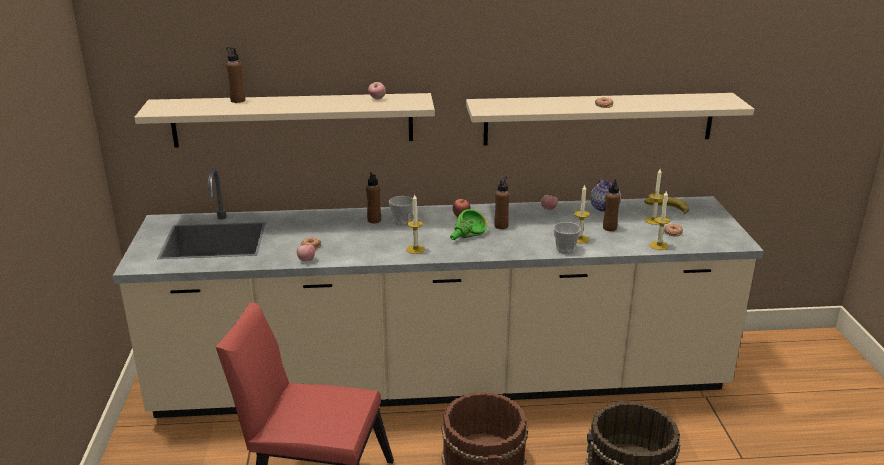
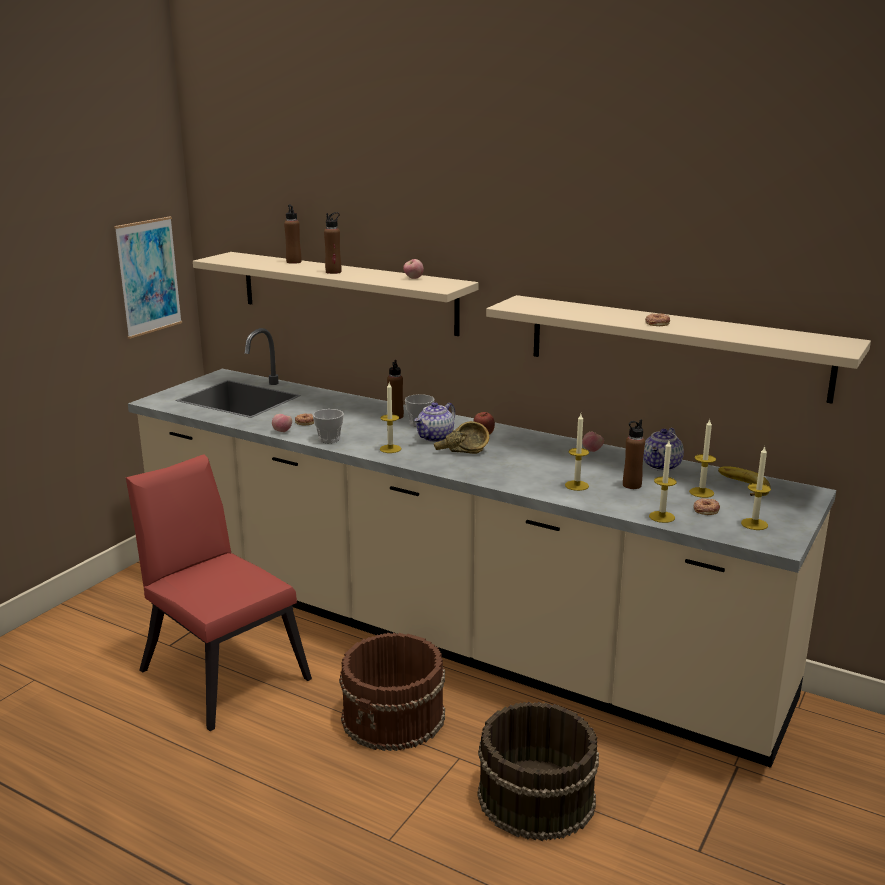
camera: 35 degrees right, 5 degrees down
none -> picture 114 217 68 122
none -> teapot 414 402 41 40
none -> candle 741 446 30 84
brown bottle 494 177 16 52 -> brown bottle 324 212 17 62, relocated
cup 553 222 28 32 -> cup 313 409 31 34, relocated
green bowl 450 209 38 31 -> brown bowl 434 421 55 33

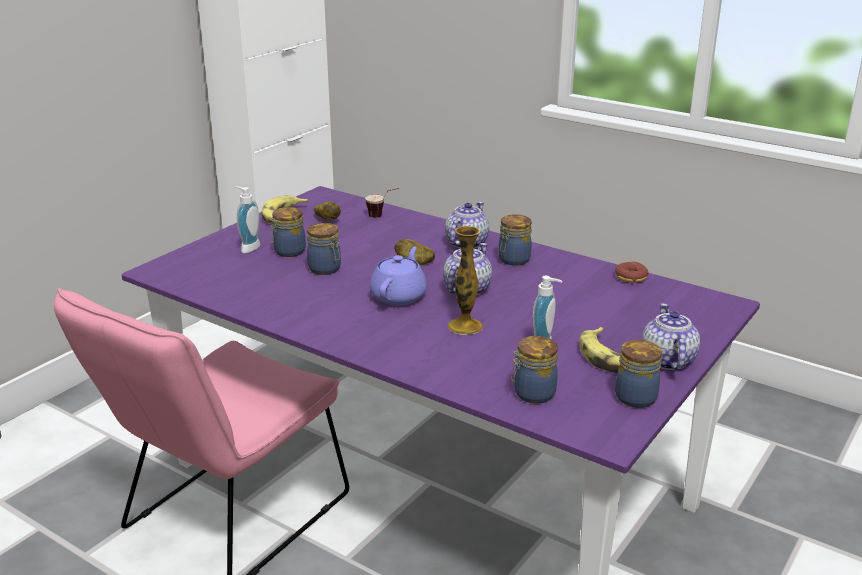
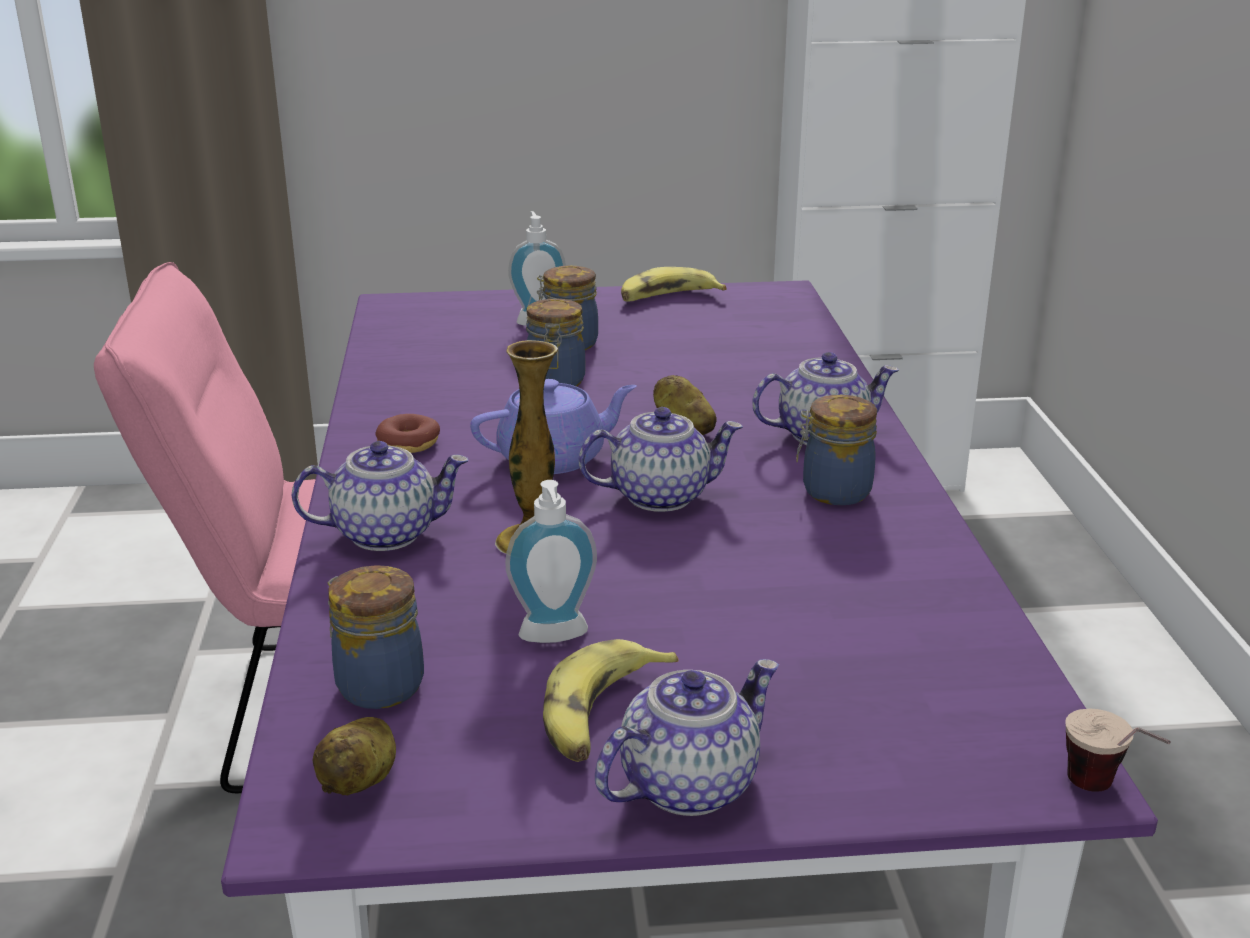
camera: 50 degrees right, 0 degrees up
jar 615 340 47 68 -> none
none -> teapot 292 441 176 110
potato 314 202 27 18 -> potato 313 717 83 79, relocated
cup 365 188 34 30 -> cup 1065 708 106 84, relocated
donut 615 262 34 21 -> donut 376 414 64 39, relocated

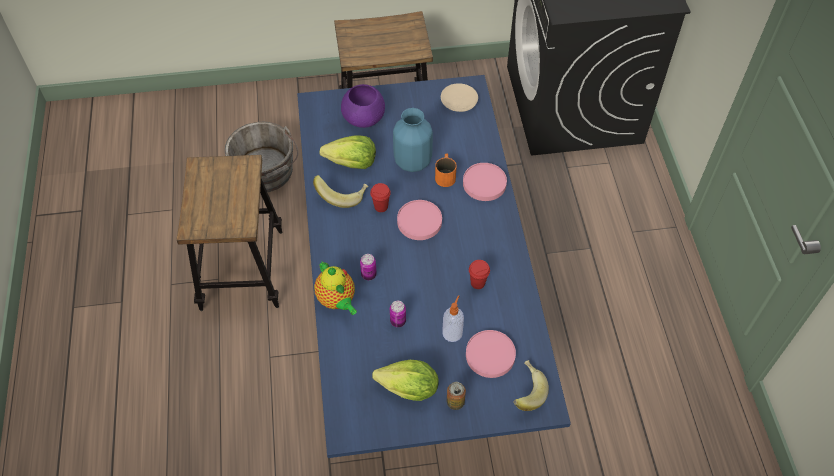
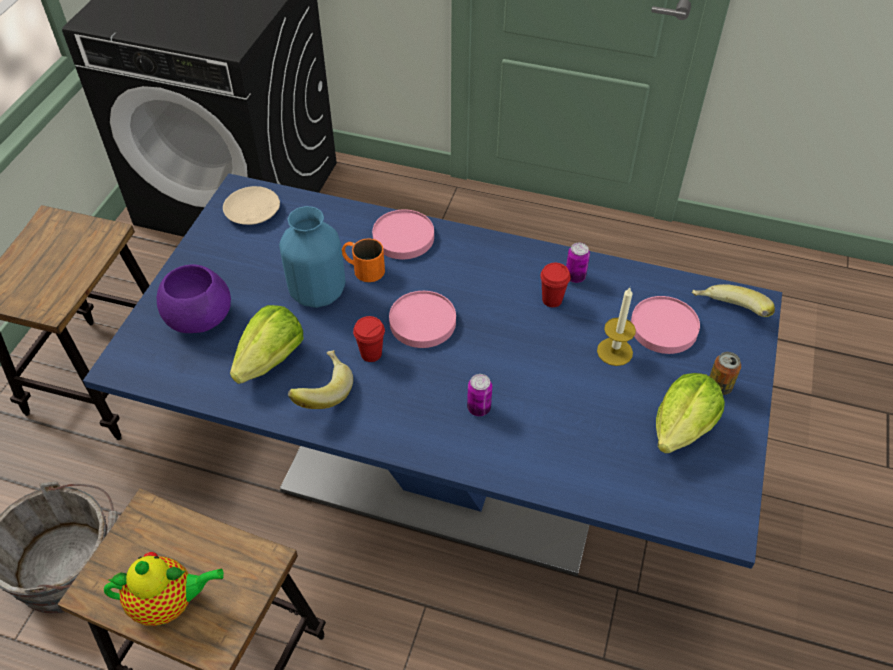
camera: 65 degrees left, 5 degrees down
teapot 314 261 43 54 -> teapot 104 552 120 74, relocated
can 390 301 16 26 -> can 566 243 24 40, relocated
soap dispenser 442 295 22 47 -> candle 597 288 39 78

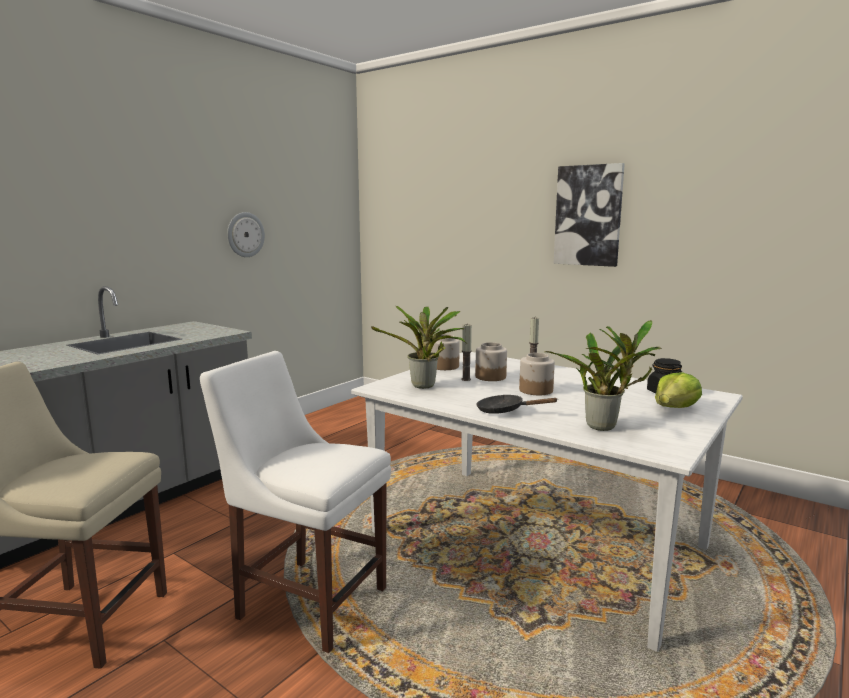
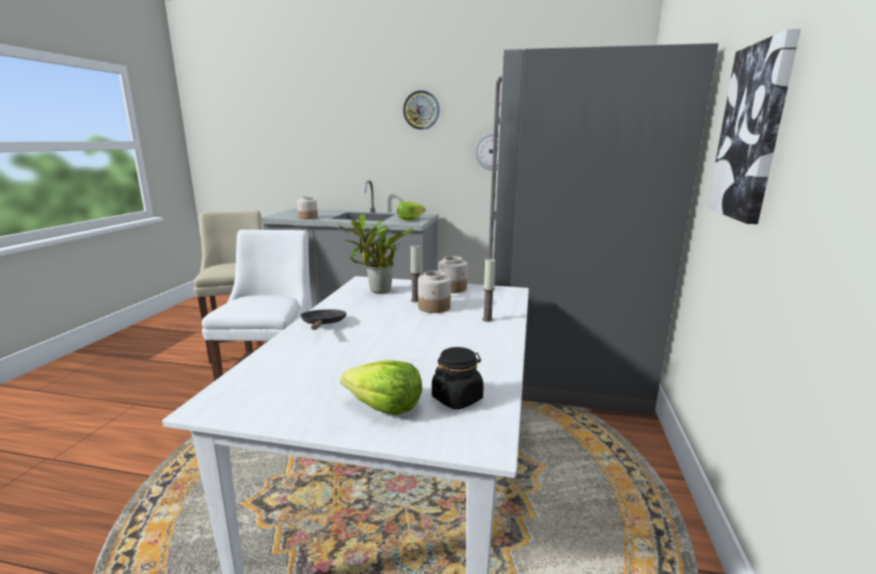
camera: 65 degrees right, 5 degrees up
potted plant 544 320 118 111 -> none
none -> lettuce 397 202 29 18
none -> wall clock 403 90 36 40
none -> grey fridge 488 43 230 372
jar 519 353 36 42 -> jar 297 197 21 22, relocated

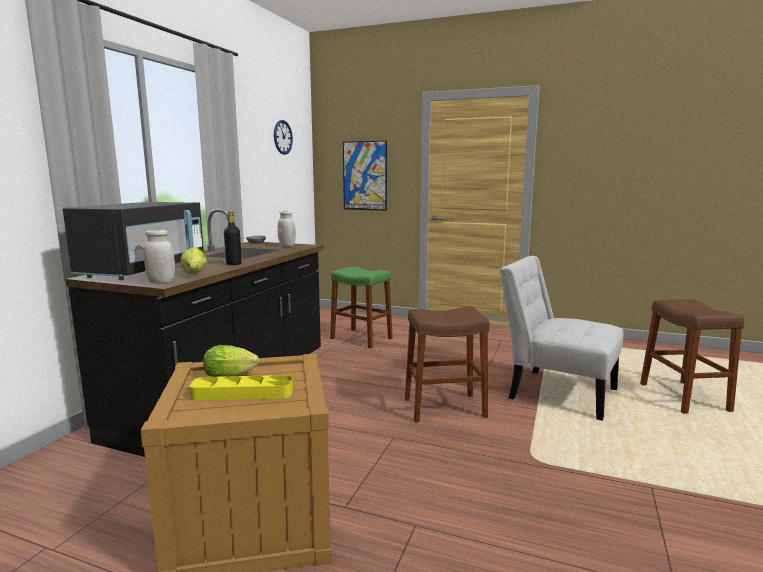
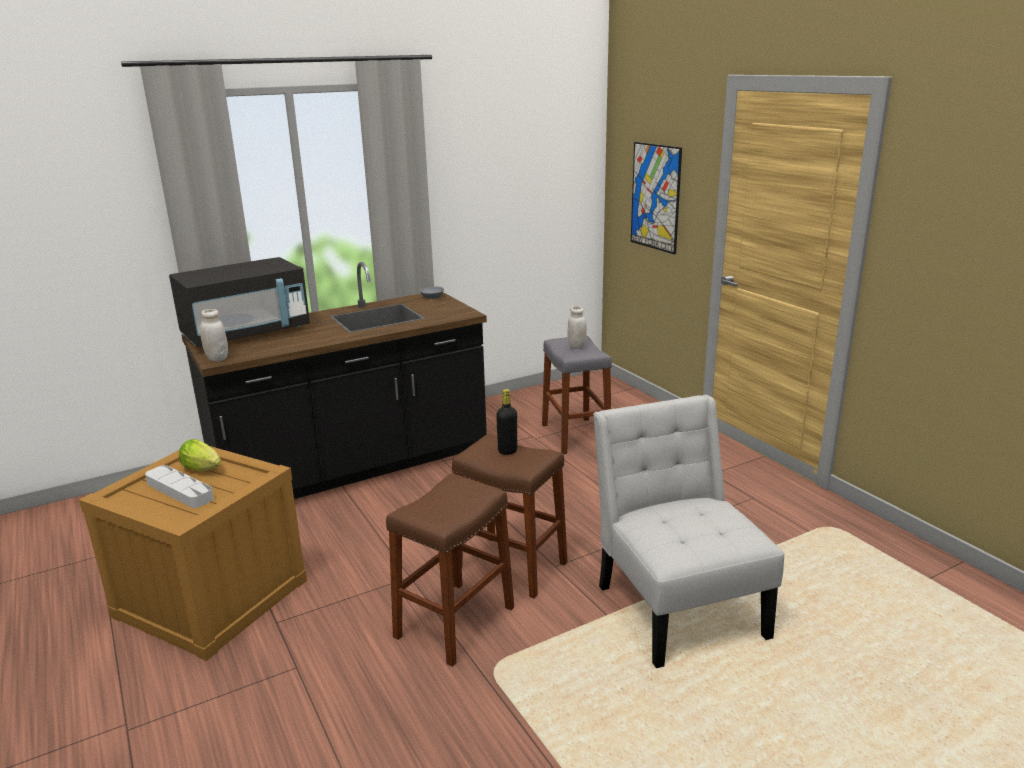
camera: 40 degrees right, 10 degrees up
lettuce 181 247 26 27 -> none
wall clock 274 120 19 35 -> none
black bottle 224 211 18 54 -> black bottle 496 389 21 66, relocated
white jar 278 211 18 36 -> white jar 567 306 20 43, relocated
brown stool 640 299 105 115 -> brown stool 386 473 128 194, relocated
yellow tray 190 375 103 25 -> grey tray 145 465 69 43
green stool 330 266 63 82 -> grey stool 542 336 70 118

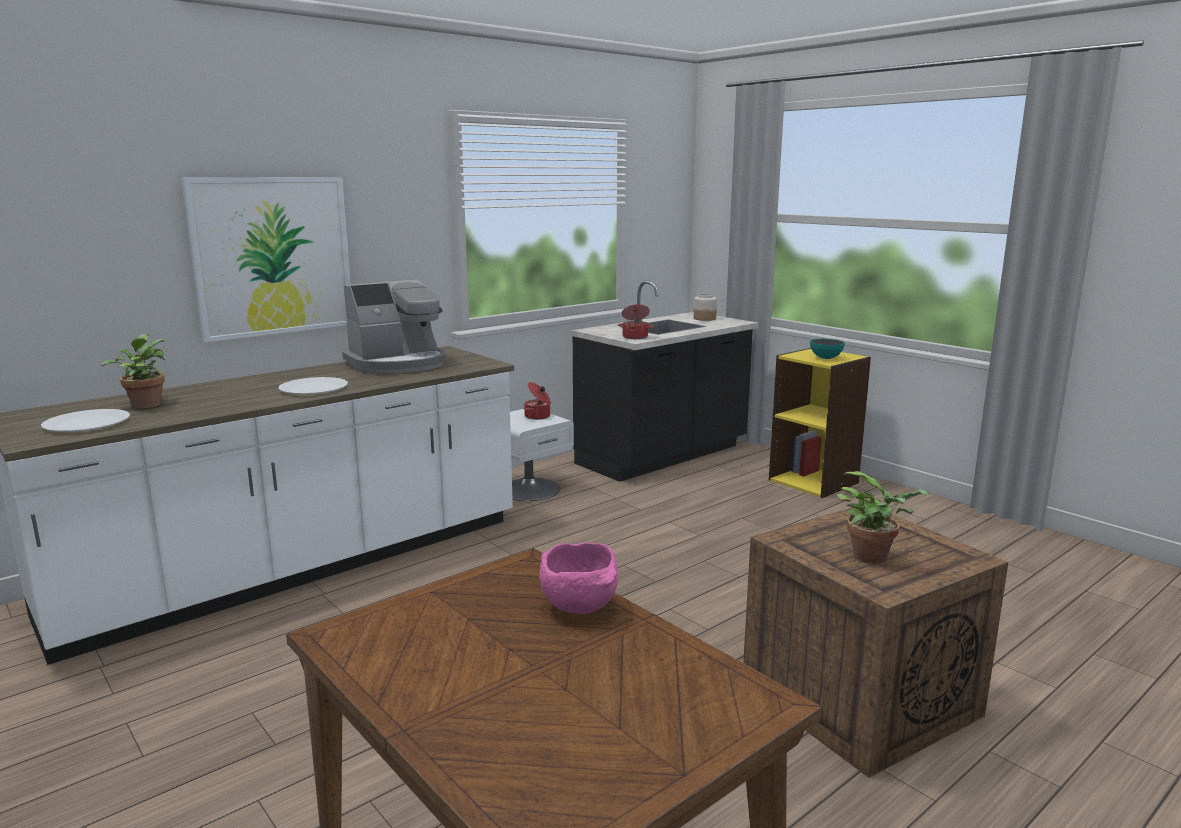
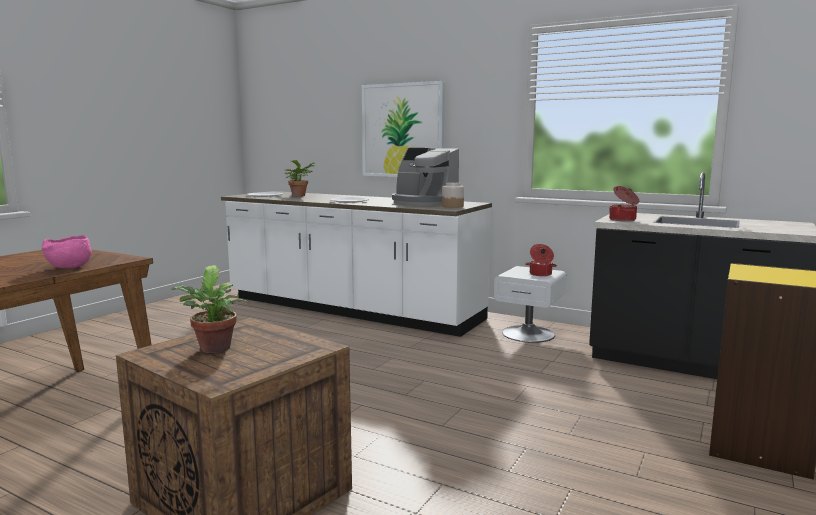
camera: 70 degrees right, 5 degrees down
bowl 810 339 35 20 -> none
jar 694 294 23 27 -> jar 442 182 22 26, relocated

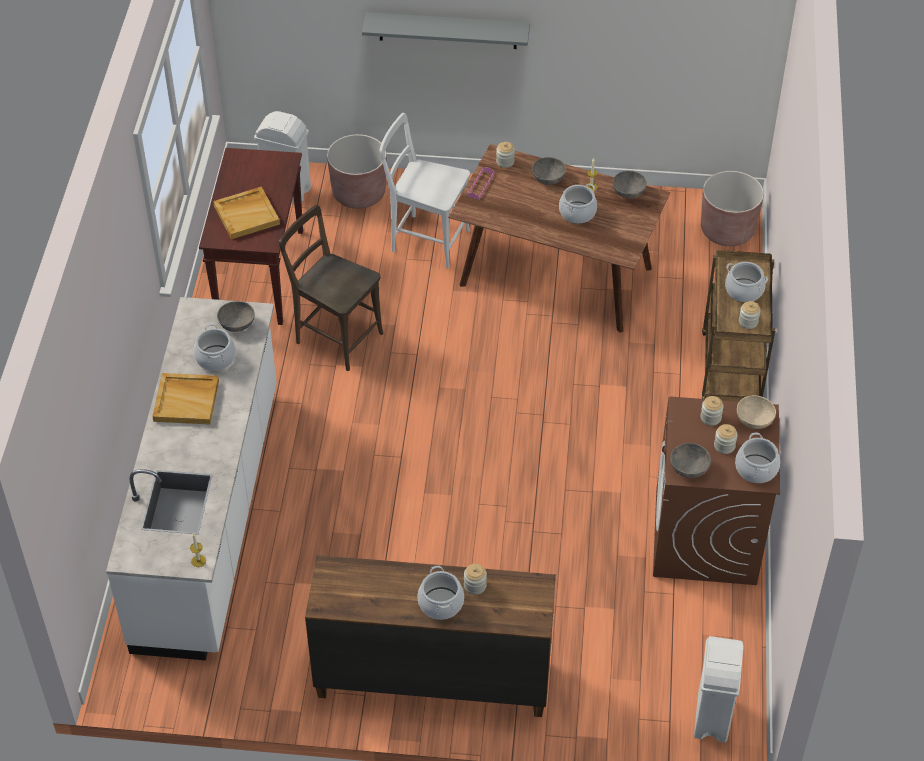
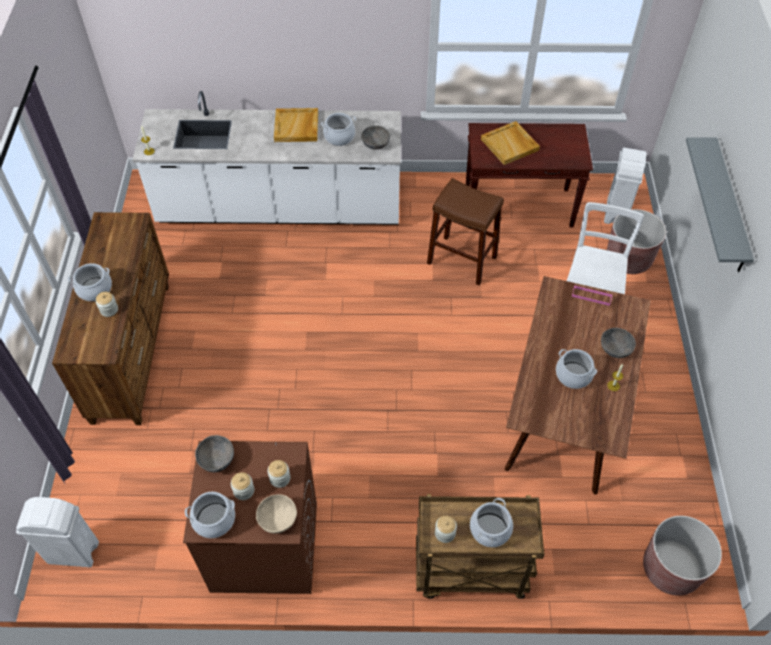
camera: 85 degrees right, 5 degrees up
jar 496 142 19 26 -> none
grey bowl 613 170 34 29 -> none
brown chair 279 205 105 166 -> brown stool 427 178 77 107

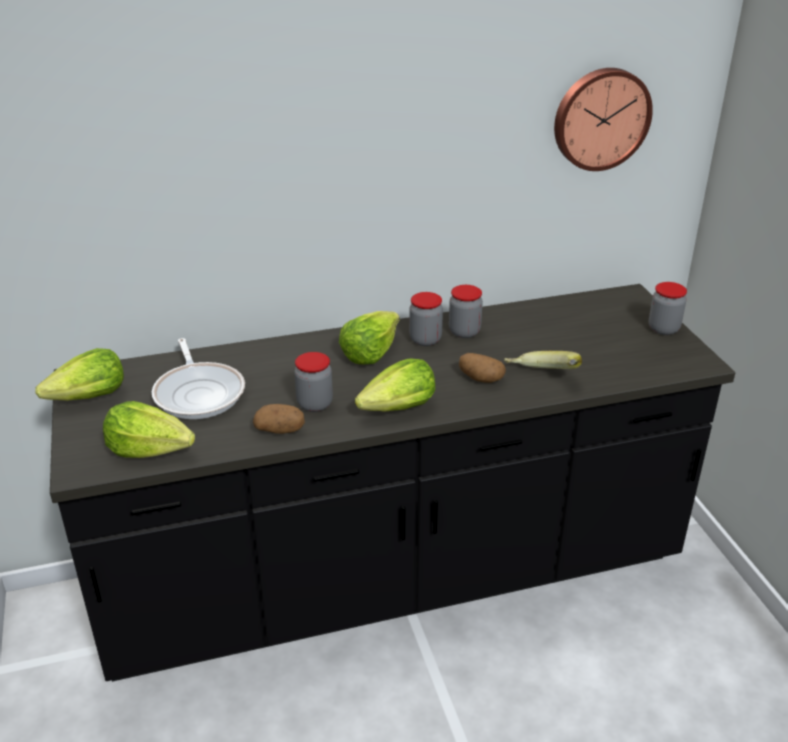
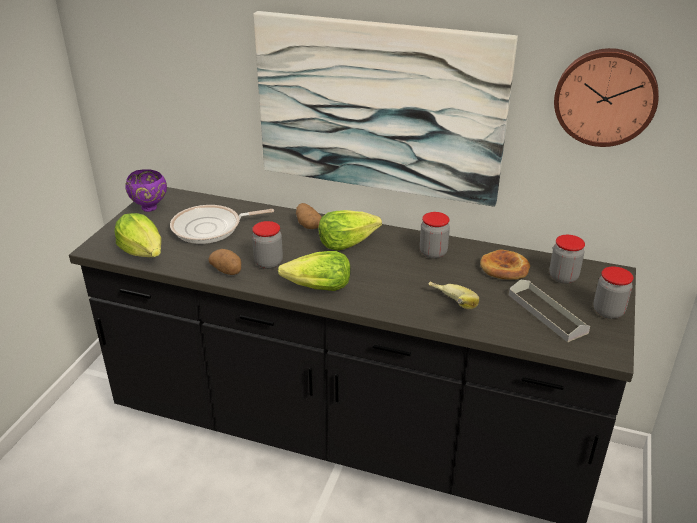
camera: 35 degrees right, 0 degrees up
none -> picture 253 11 265 196
none -> bread 480 250 50 30
none -> grey tray 509 280 81 62
jar 409 292 34 54 -> jar 549 235 36 49, relocated
potato 459 353 47 30 -> potato 296 203 26 26, relocated
lettuce 35 348 89 53 -> purple bowl 125 169 42 43
frying pan 152 338 93 81 -> frying pan 170 205 104 39, 60 degrees clockwise

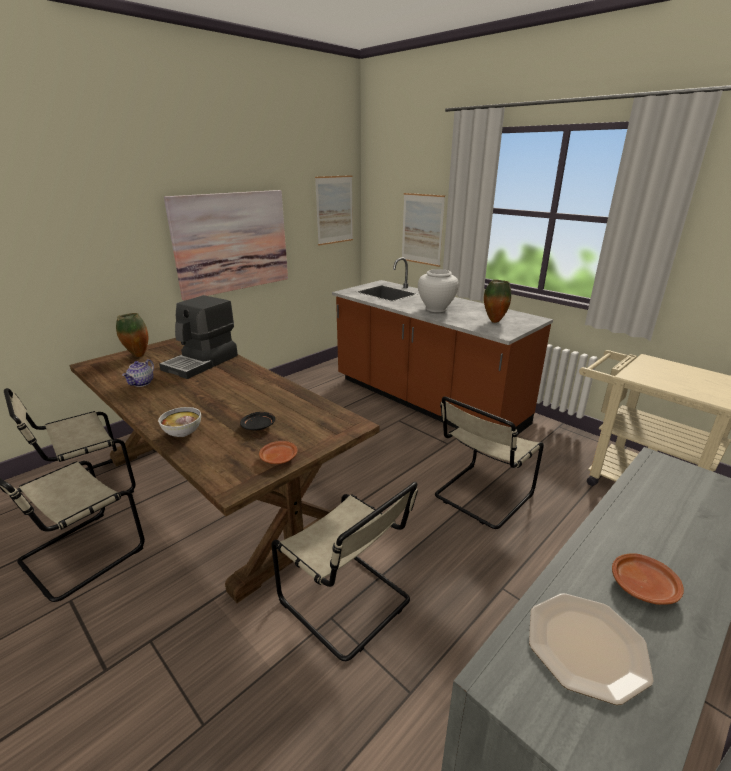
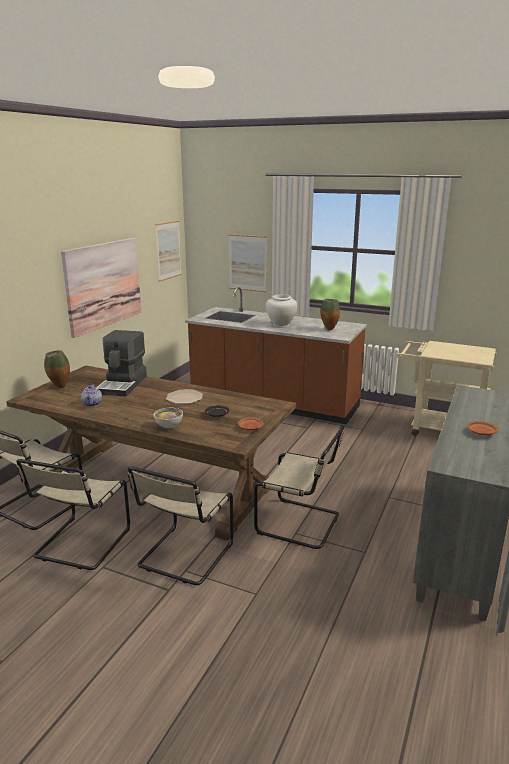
camera: 20 degrees left, 5 degrees down
beige chair 435 397 109 132 -> beige chair 127 466 107 119, relocated
plate 529 593 125 112 -> plate 166 390 37 14, relocated

